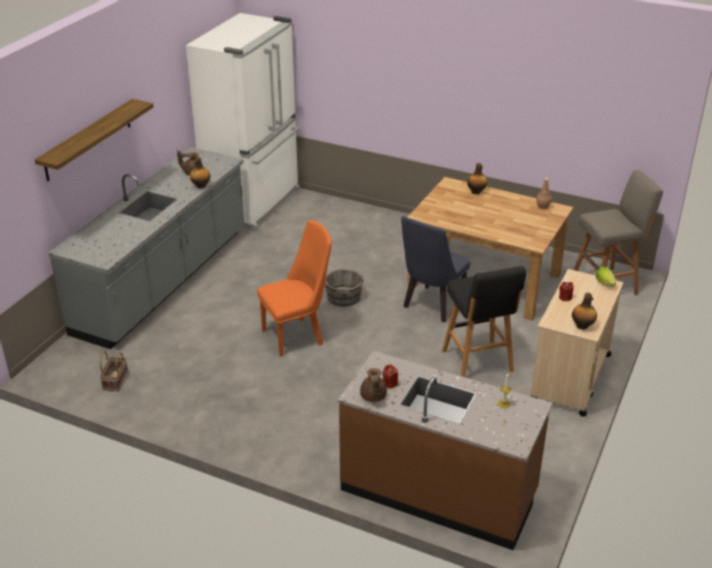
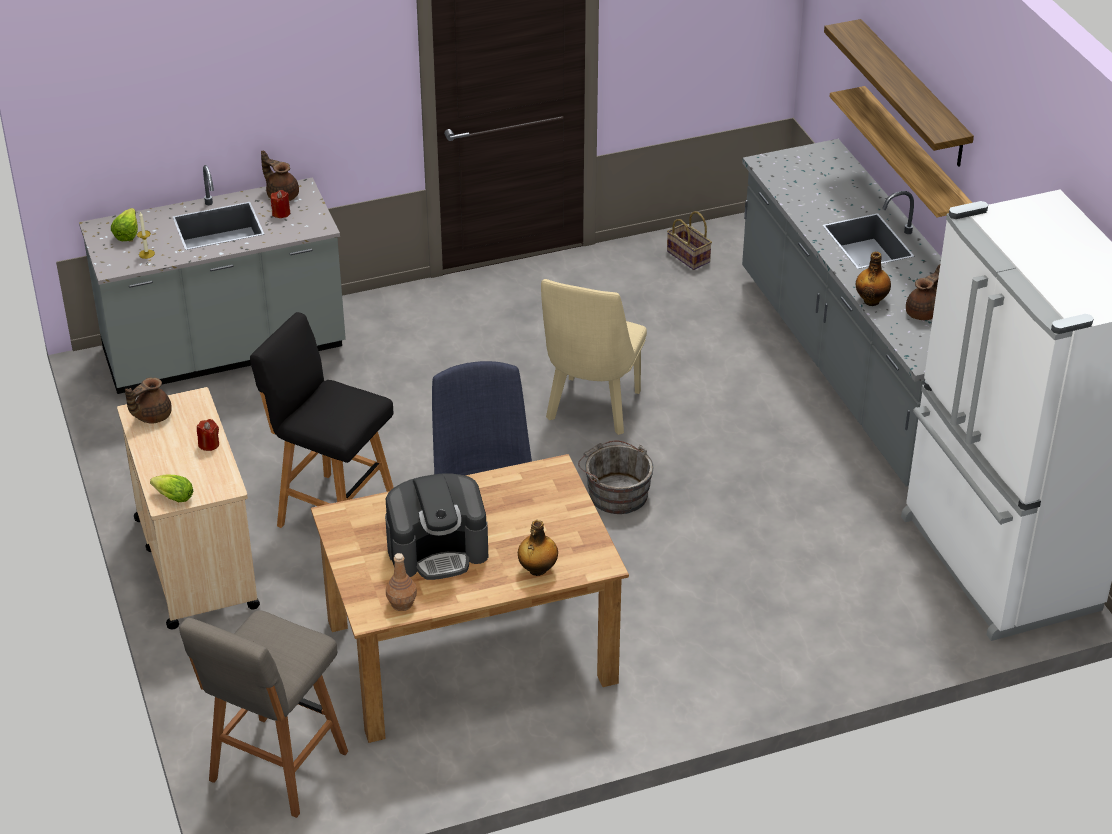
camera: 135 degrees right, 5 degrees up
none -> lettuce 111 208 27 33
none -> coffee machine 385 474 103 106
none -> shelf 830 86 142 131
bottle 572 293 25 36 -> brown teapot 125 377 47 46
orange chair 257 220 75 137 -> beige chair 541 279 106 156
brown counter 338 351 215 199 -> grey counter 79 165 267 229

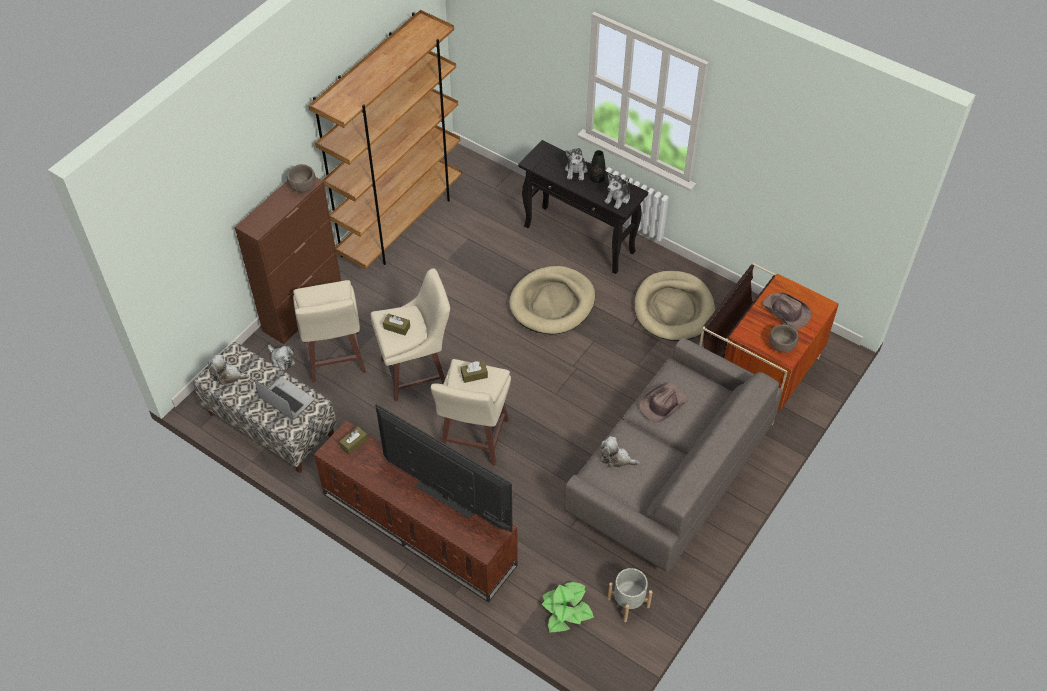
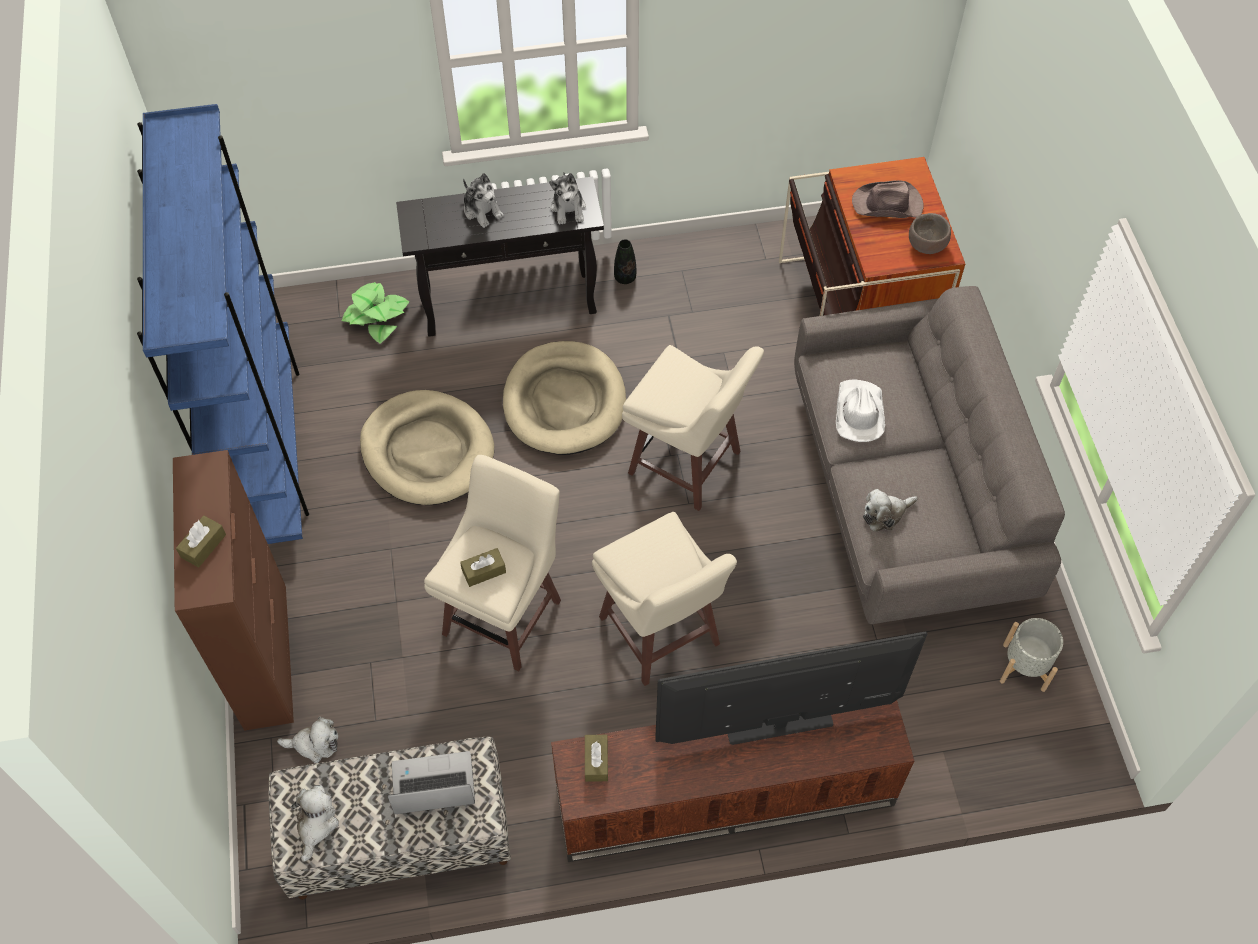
camera: 45 degrees left, 5 degrees up
brown bowl 287 164 29 28 -> none
beige stool 293 280 73 102 -> beige stool 622 345 142 166, relocated
brown tissue box 461 361 27 22 -> brown tissue box 176 516 50 51, relocated
potted plant 542 582 52 50 -> potted plant 342 282 67 62, relocated
black vase 590 150 16 33 -> black vase 614 239 22 45, relocated
beige dog bed 634 271 81 70 -> beige dog bed 360 390 134 115, relocated
brown bookcase 309 10 153 259 -> blue bookcase 137 104 172 440
brown hat 639 382 49 41 -> white hat 836 380 49 62
plush toy 208 355 41 30 -> plush toy 291 785 48 77, 135 degrees clockwise

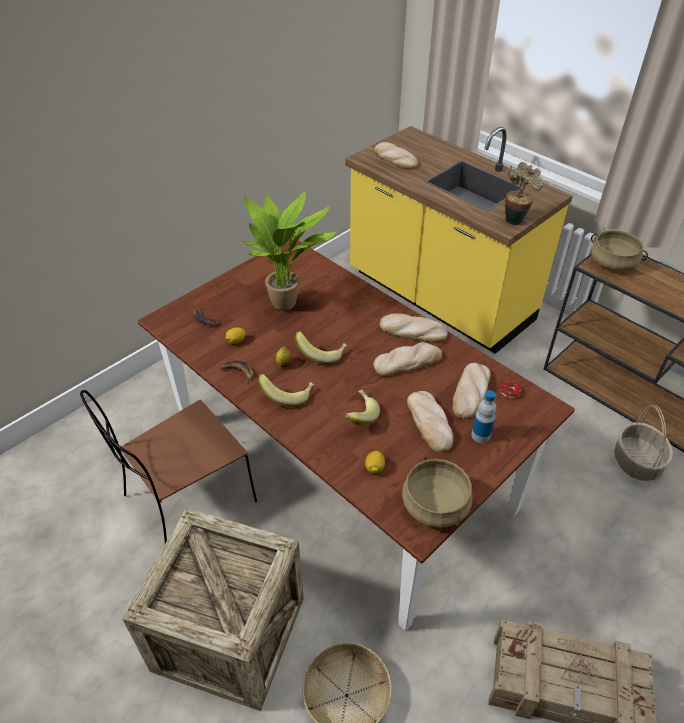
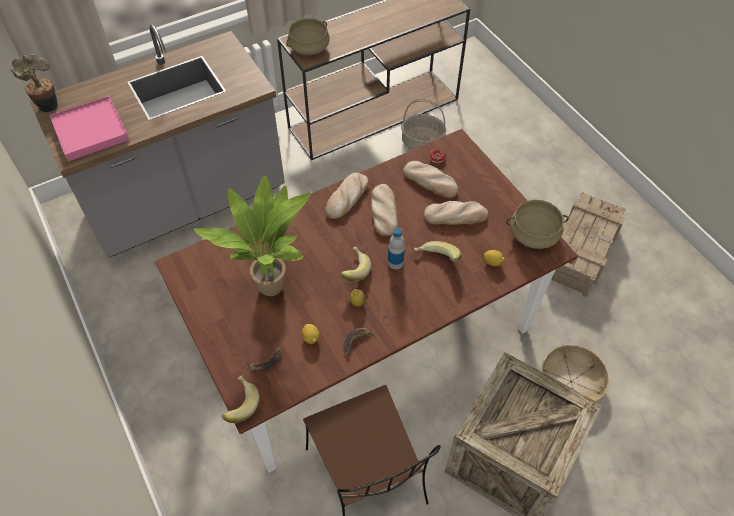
camera: 75 degrees left, 10 degrees up
banana 258 374 56 33 -> banana 222 376 38 47, relocated
bottle 471 390 25 53 -> bottle 388 228 17 41, relocated
potted plant 505 162 38 63 -> potted plant 11 54 47 59, relocated
bread 374 142 44 28 -> pink tray 49 96 80 65
yellow counter 345 126 228 228 -> grey counter 29 24 256 234

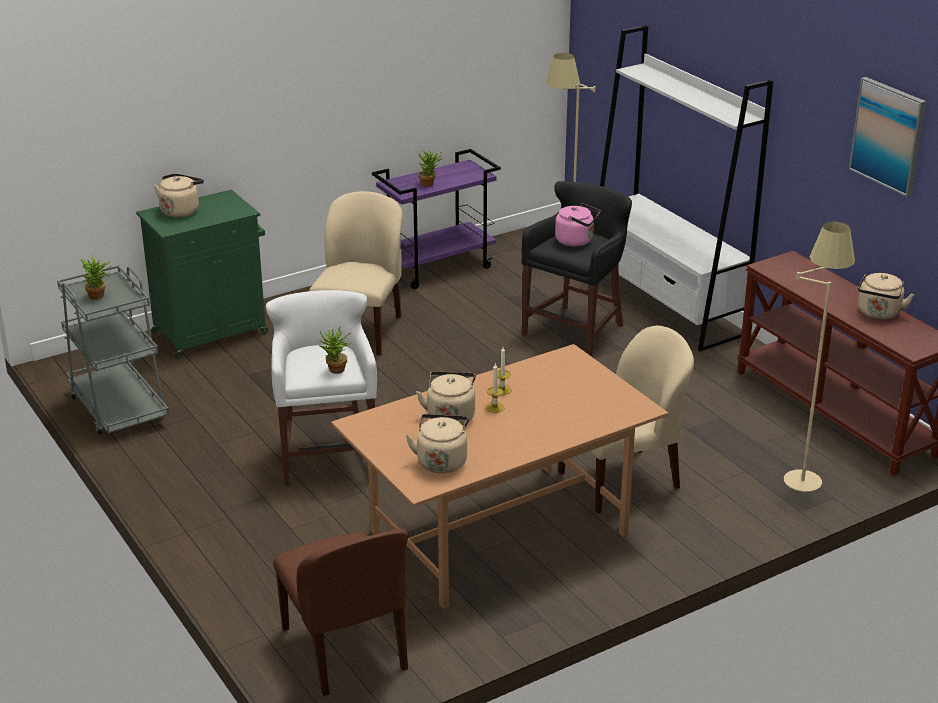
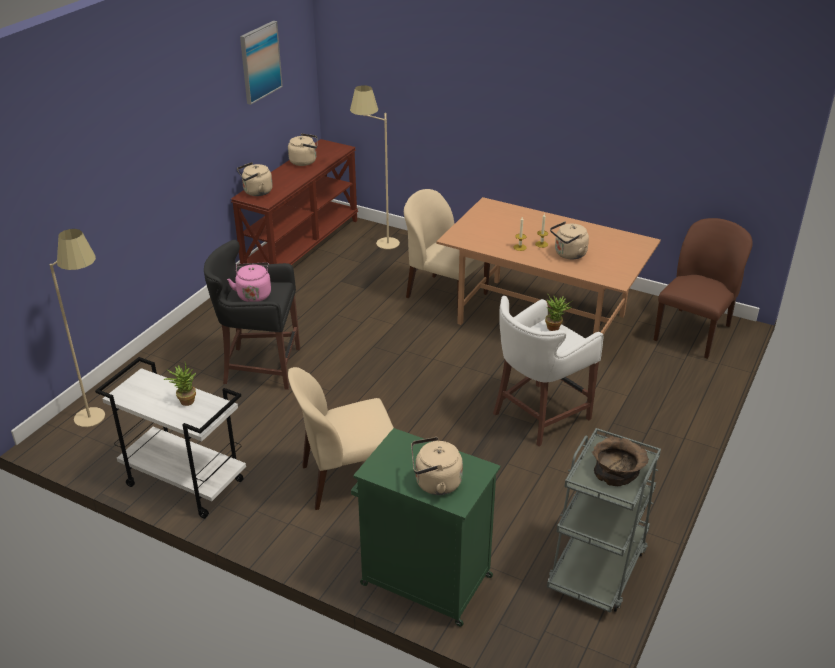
camera: 120 degrees left, 5 degrees up
white bookcase 600 25 173 326 -> none
beige kettle 406 414 63 60 -> beige kettle 237 162 36 34, relocated
potted plant 80 254 32 46 -> brown bowl 592 436 57 50
purple cart 372 149 129 140 -> white cart 95 357 151 162

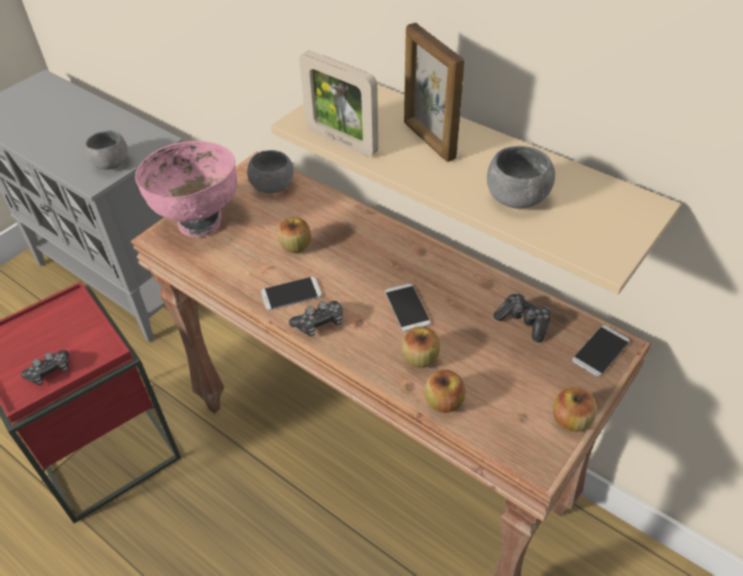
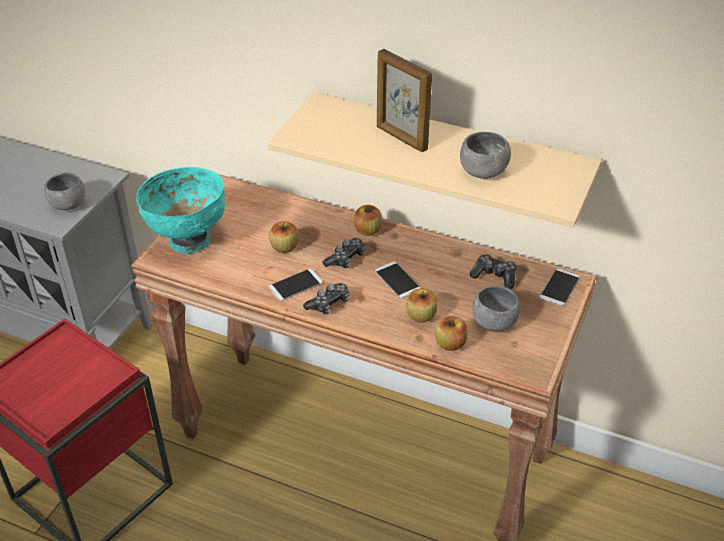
camera: 15 degrees left, 5 degrees down
picture frame 299 50 79 106 -> none
game controller 21 350 48 35 -> game controller 323 238 42 30, relocated
grey bowl 247 150 47 43 -> grey bowl 472 286 48 46, relocated
apple 553 387 43 45 -> apple 354 205 28 31, relocated
pink bowl 135 141 102 96 -> turquoise bowl 136 167 89 87

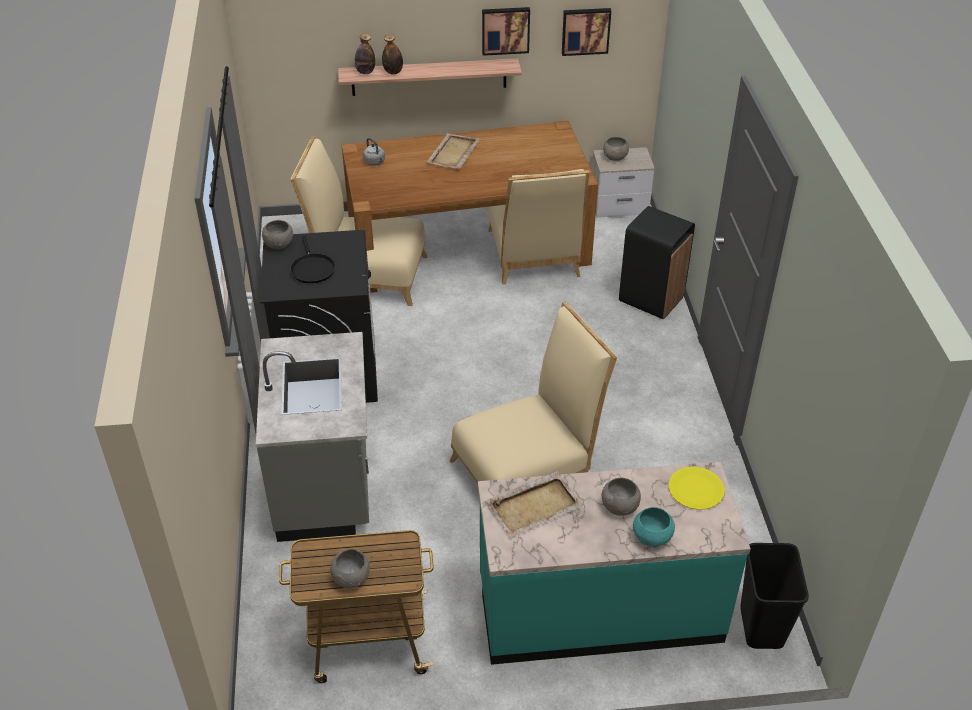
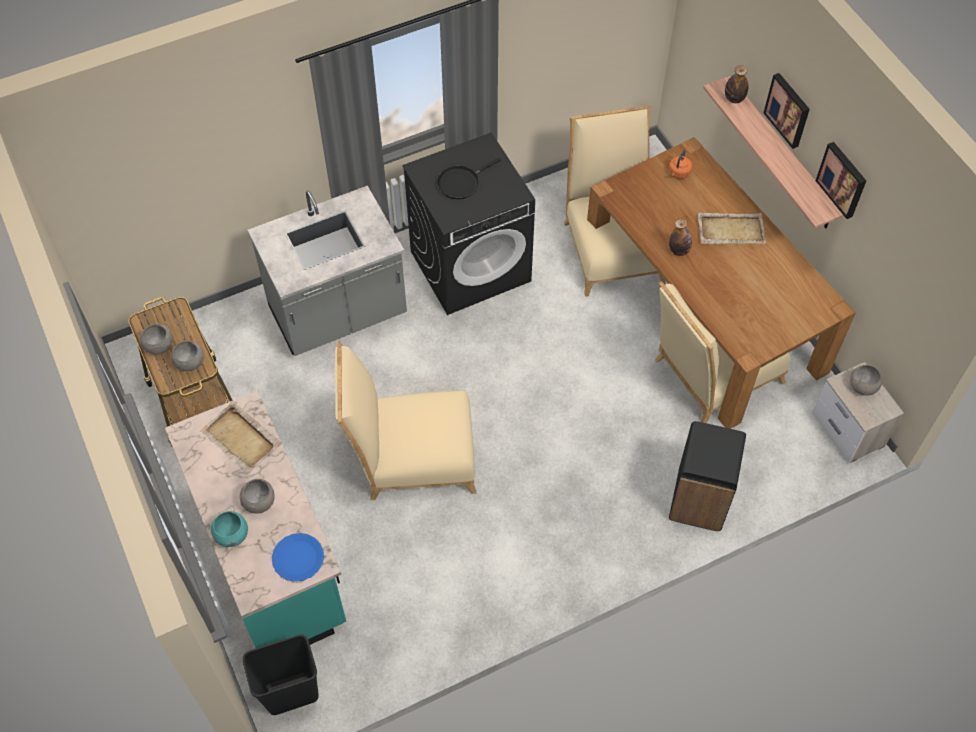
camera: 70 degrees right, 15 degrees up
grey bowl 262 220 31 29 -> grey bowl 171 340 33 31, relocated
bottle 382 34 21 40 -> bottle 669 219 23 37, relocated
picture 562 8 49 48 -> picture 764 73 46 76, relocated
grey kettle 363 138 22 28 -> orange kettle 669 150 23 29
yellow plate 668 467 57 43 -> blue plate 272 533 52 49
beige chair 449 301 168 183 -> beige chair 335 342 141 158, 135 degrees clockwise

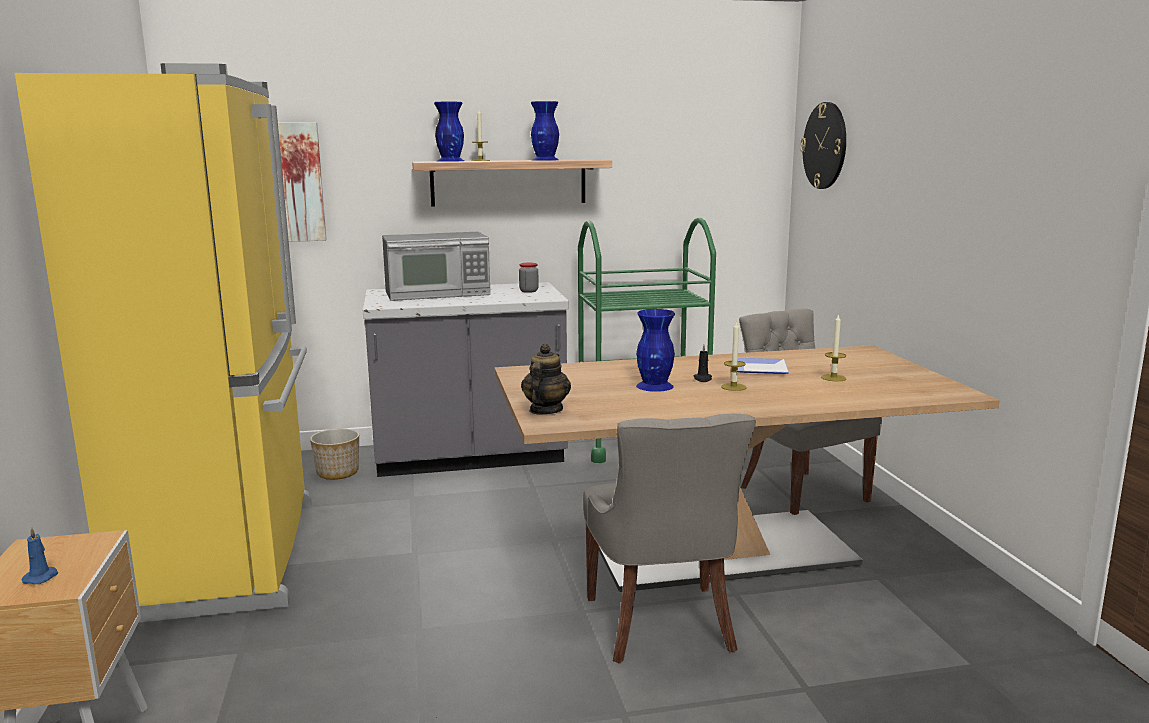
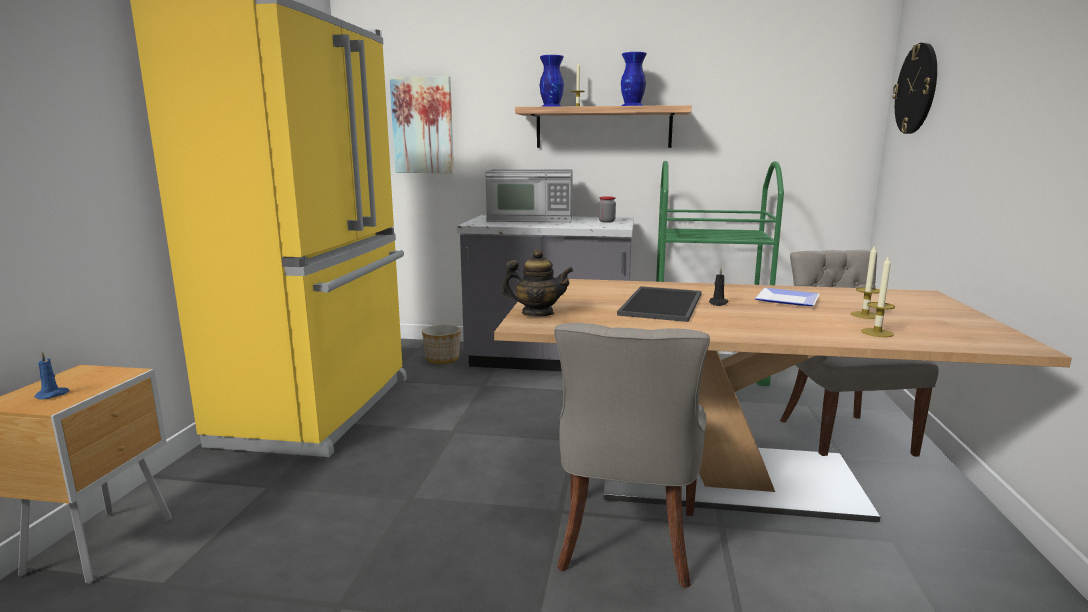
camera: 20 degrees right, 0 degrees up
candle 721 321 25 70 -> candle 861 257 34 80, relocated
blue vase 636 309 39 83 -> tray 617 286 85 36
teapot 521 344 50 70 -> teapot 501 249 73 68, 60 degrees clockwise

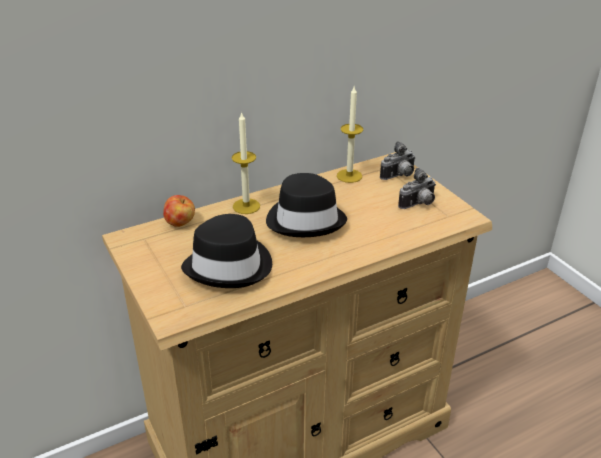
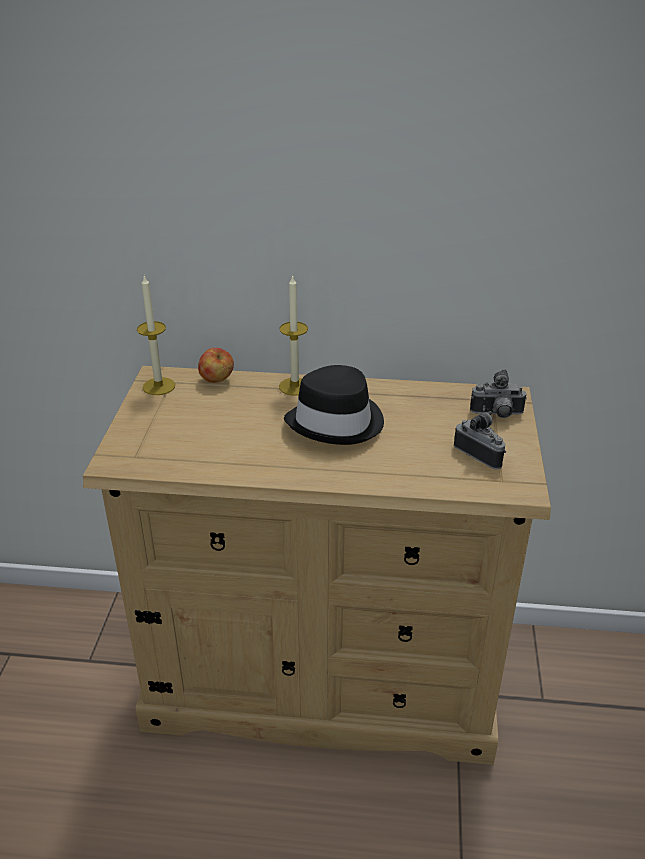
camera: 35 degrees right, 0 degrees up
black hat 181 214 91 74 -> none
candle 337 87 26 96 -> candle 137 275 38 120, relocated
photo camera 398 168 38 41 -> photo camera 454 411 52 58, 135 degrees counterclockwise

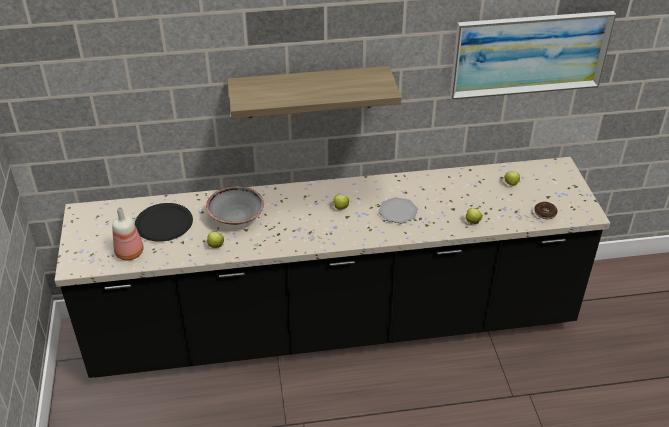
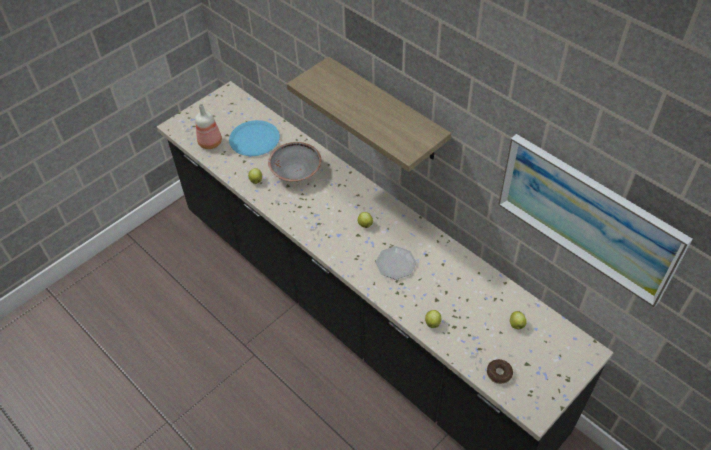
camera: 55 degrees right, 10 degrees up
black plate 135 203 58 39 -> blue plate 229 120 51 36

